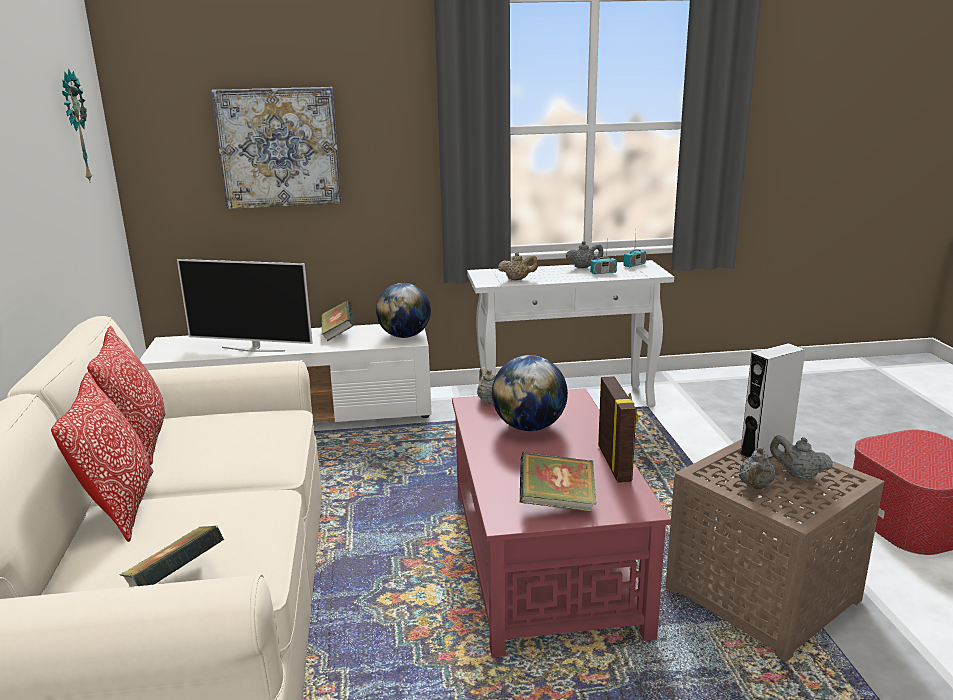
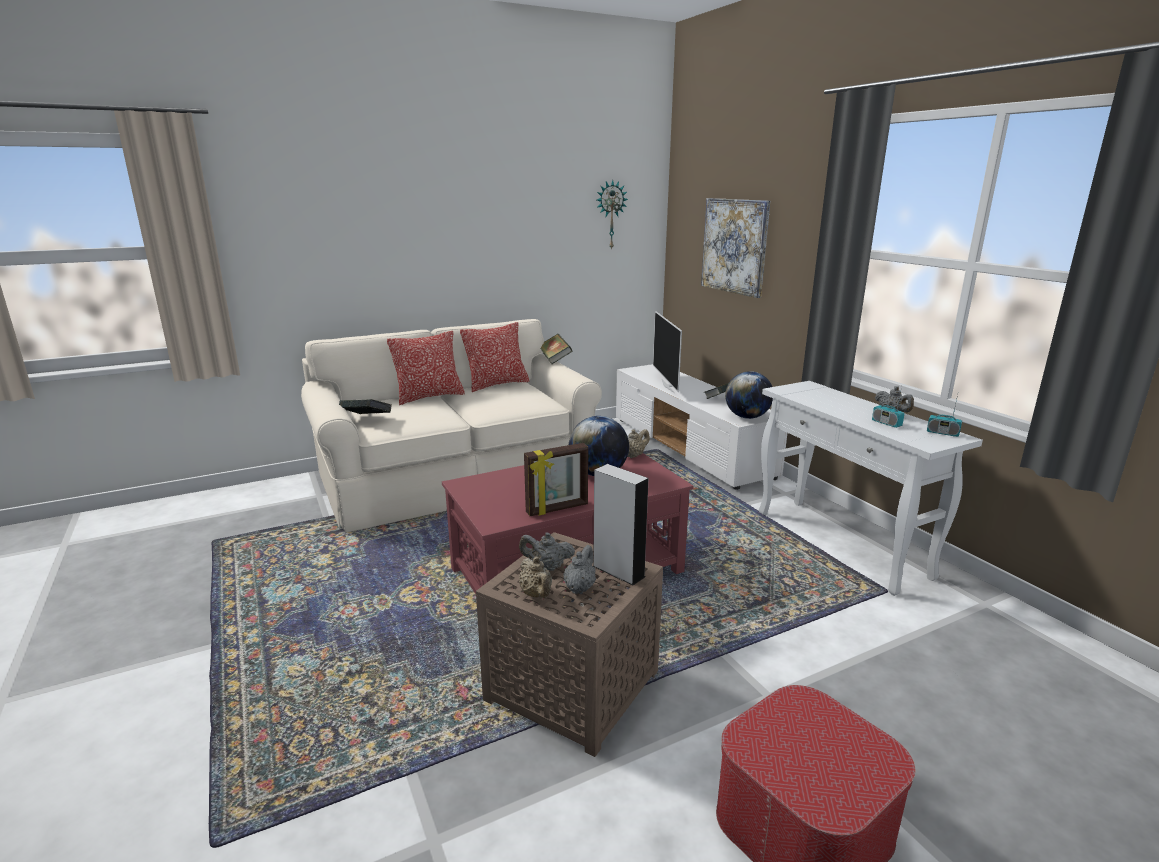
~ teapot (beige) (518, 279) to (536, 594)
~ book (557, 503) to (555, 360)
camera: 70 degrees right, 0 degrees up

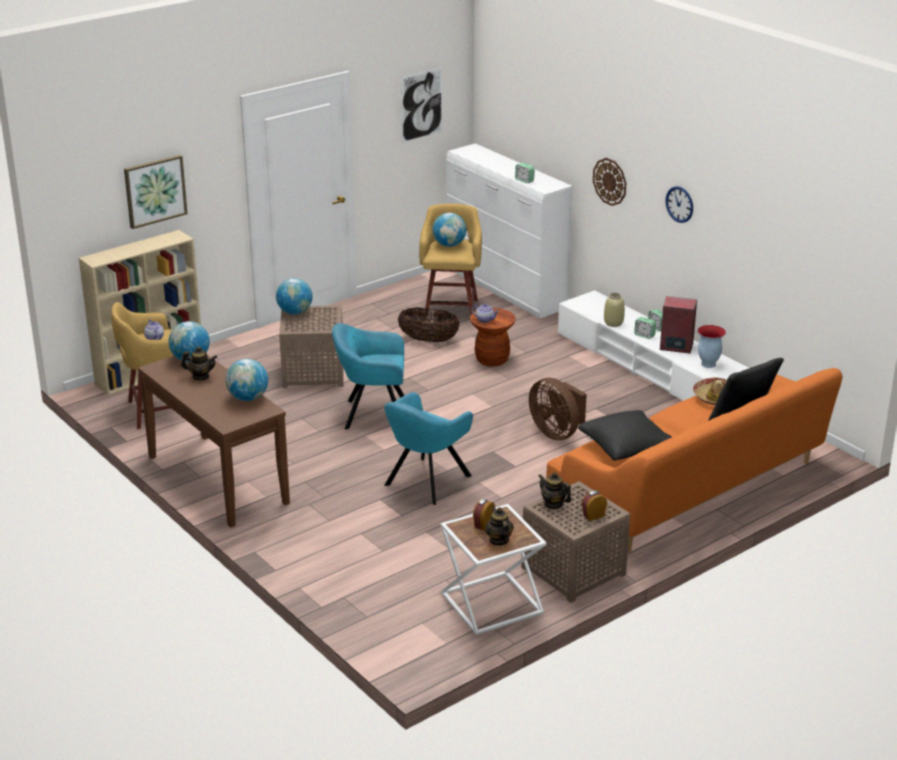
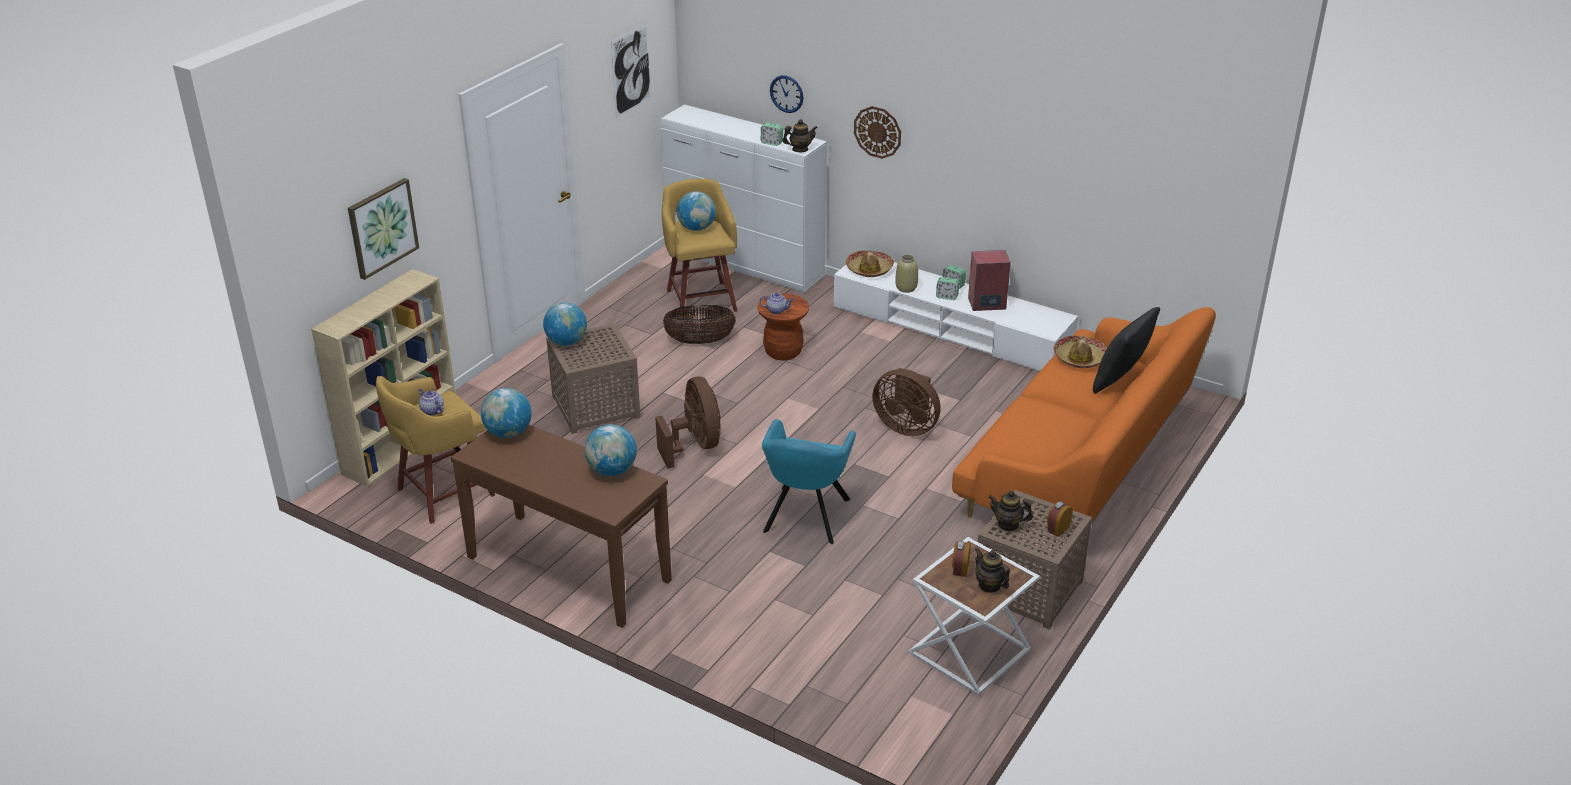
~ armchair (turquoise) (372, 414) to fan (brown) (695, 446)
~ wall clock (679, 204) to (786, 94)
~ teapot (200, 376) to (800, 149)
+ hat (869, 269)
- pillow (black) (626, 447)
- vase (708, 364)
camera: 20 degrees left, 5 degrees up

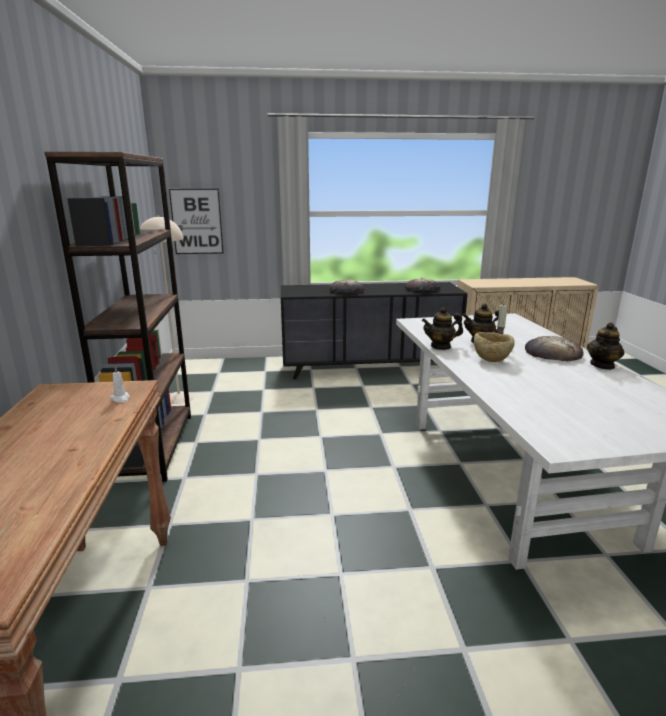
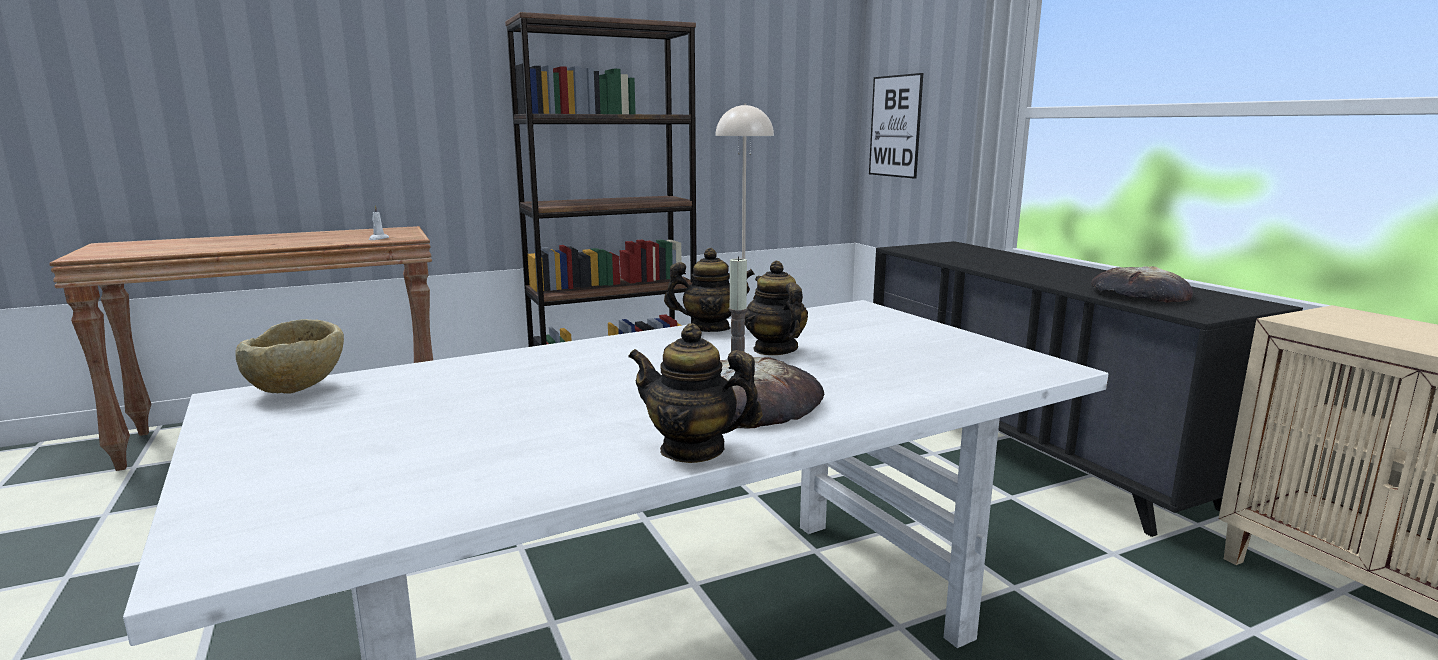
~ bowl (beige) (491, 359) to (298, 390)
~ teapot (441, 346) = (709, 328) 120 degrees clockwise
- bread (346, 291)
camera: 70 degrees right, 5 degrees down

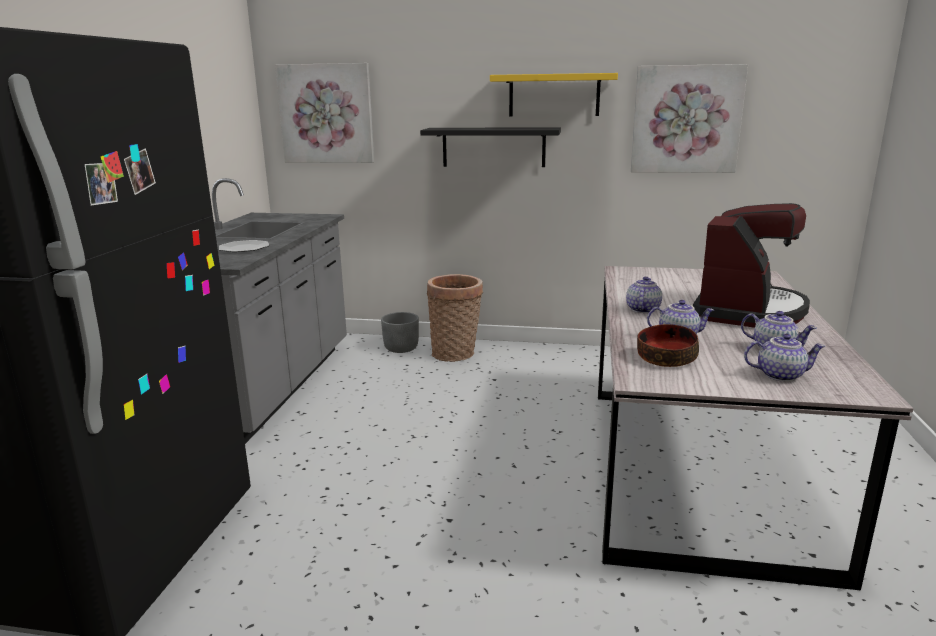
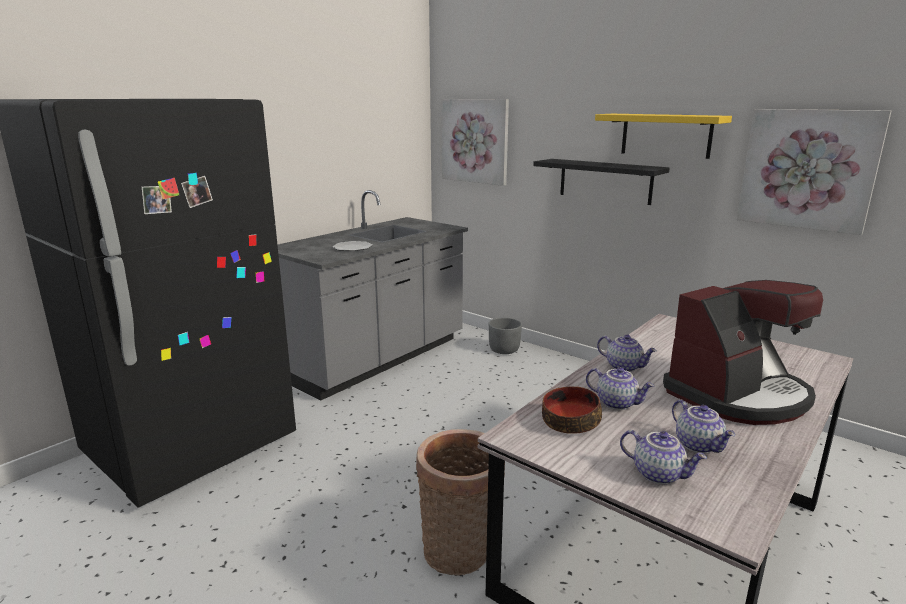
~ basket (456, 353) to (460, 553)
~ teapot (642, 309) = (624, 367) 75 degrees clockwise
camera: 30 degrees right, 0 degrees up

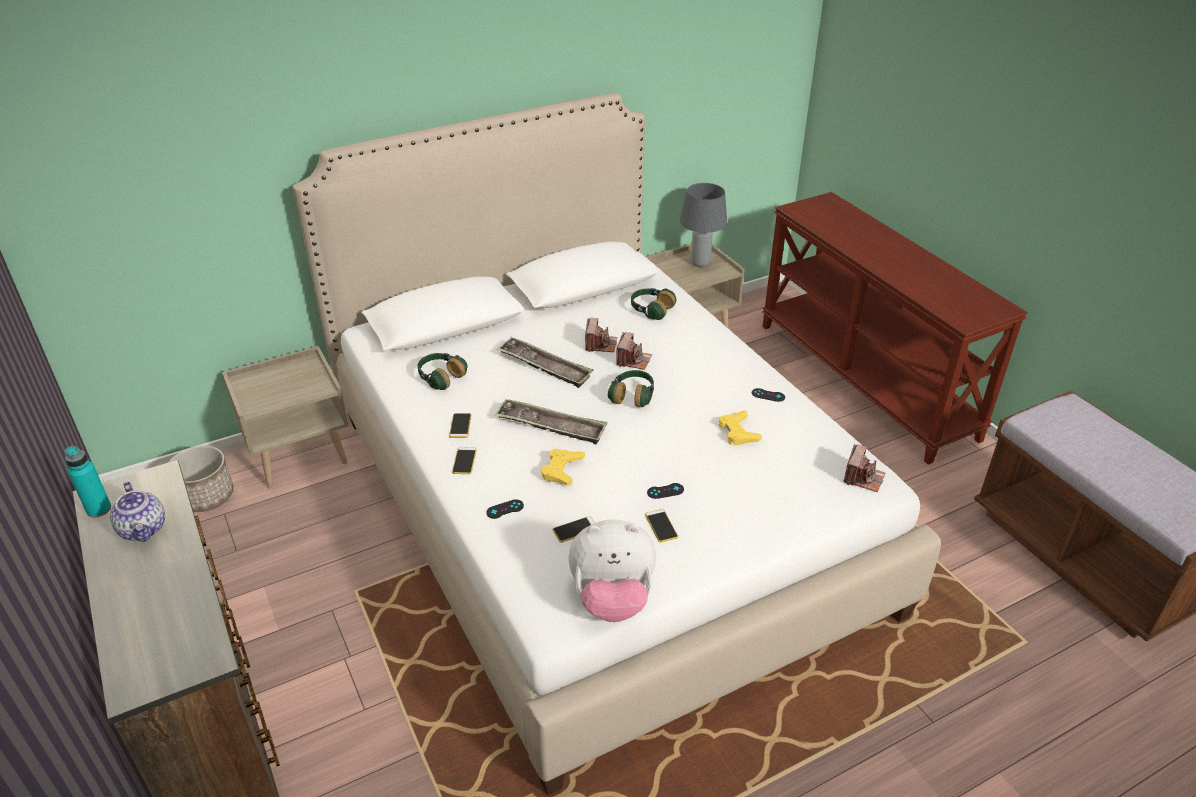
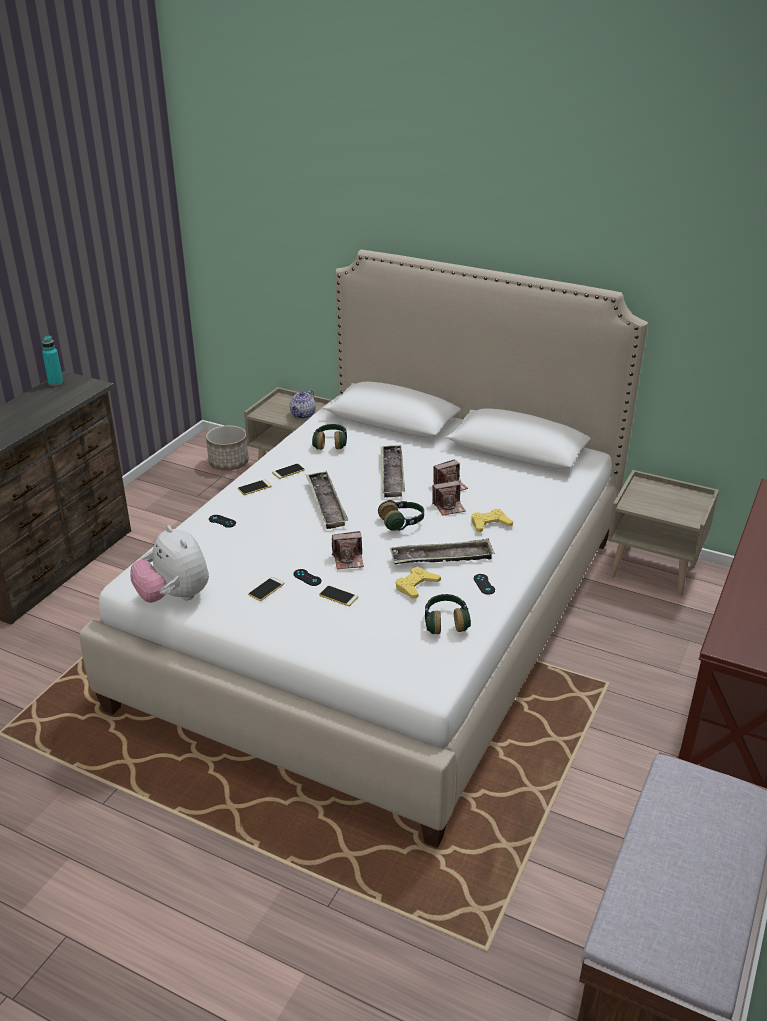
~ teapot (144, 529) to (303, 415)
~ phone (575, 530) to (338, 596)
~ photo camera (863, 478) to (348, 560)
+ tray (442, 558)
~ headphones (651, 310) to (445, 622)
~ game controller (yellow) (562, 470) to (490, 524)
- table lamp (grey) (699, 263)
camera: 55 degrees right, 5 degrees down

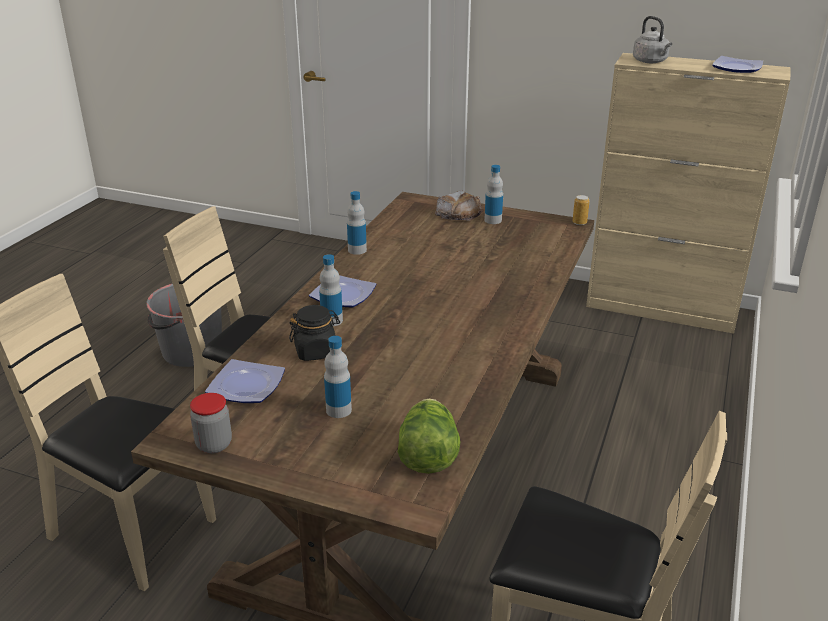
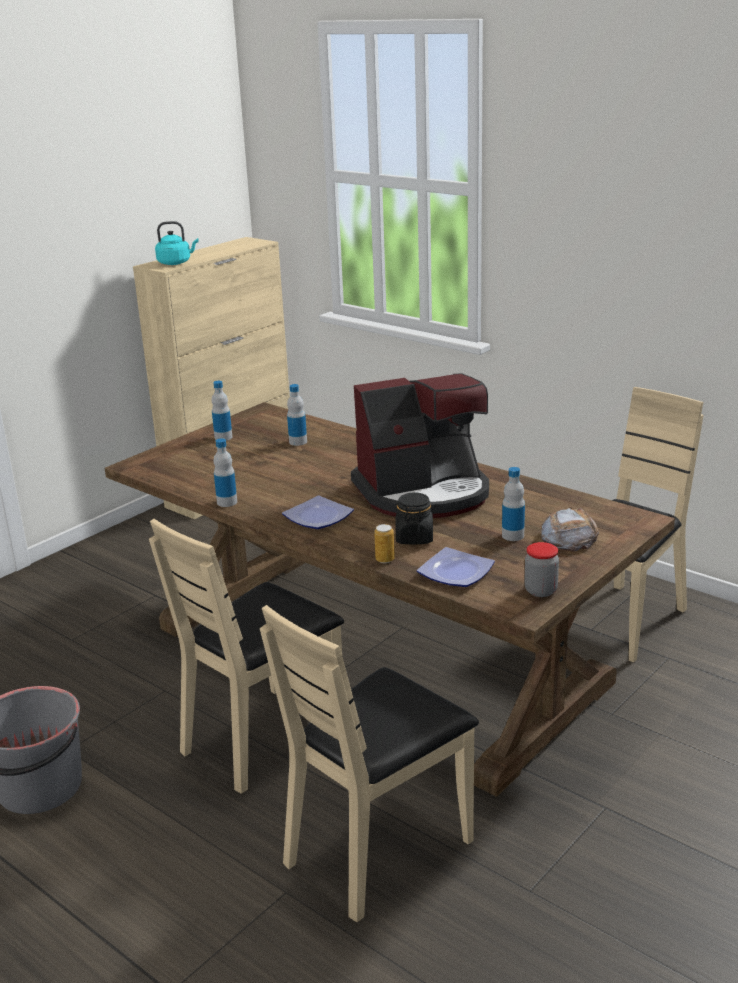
~ kettle (grey) (651, 61) to kettle (turquoise) (176, 263)
~ bottle (332, 320) to (298, 442)
+ coffee machine (424, 493)
~ can (579, 223) to (385, 559)
~ bread (458, 212) to (568, 537)
- lettuce (427, 455)
- plate (737, 68)
camera: 70 degrees left, 5 degrees down

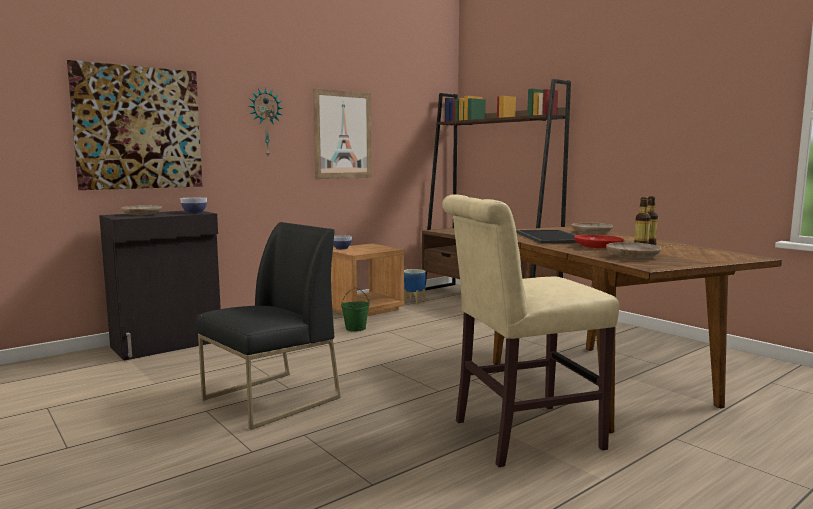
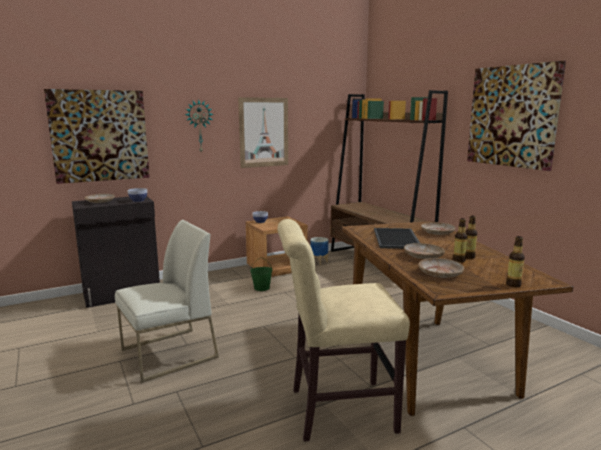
~ chair (black) (271, 399) to chair (white) (168, 354)
~ plate (red) (597, 247) to plate (beige) (423, 256)
+ picture (512, 116)
+ bottle (513, 285)
camera: 10 degrees right, 5 degrees up

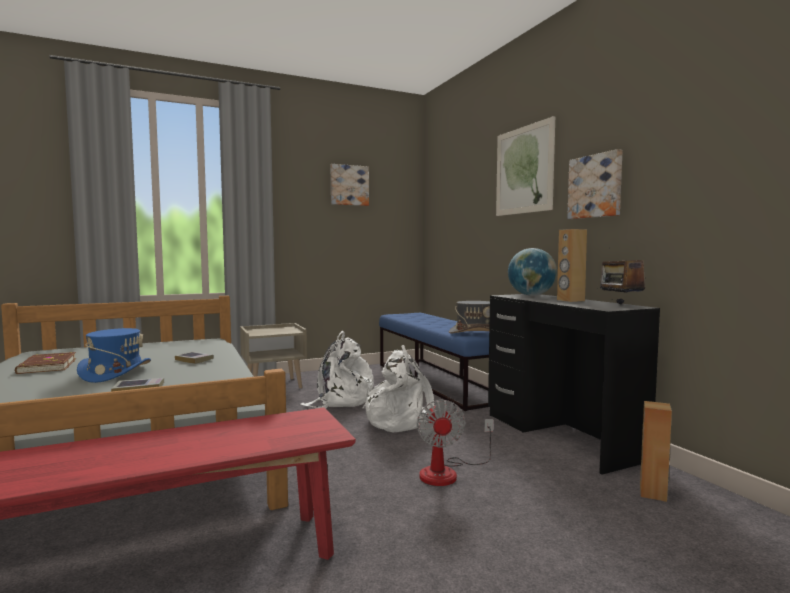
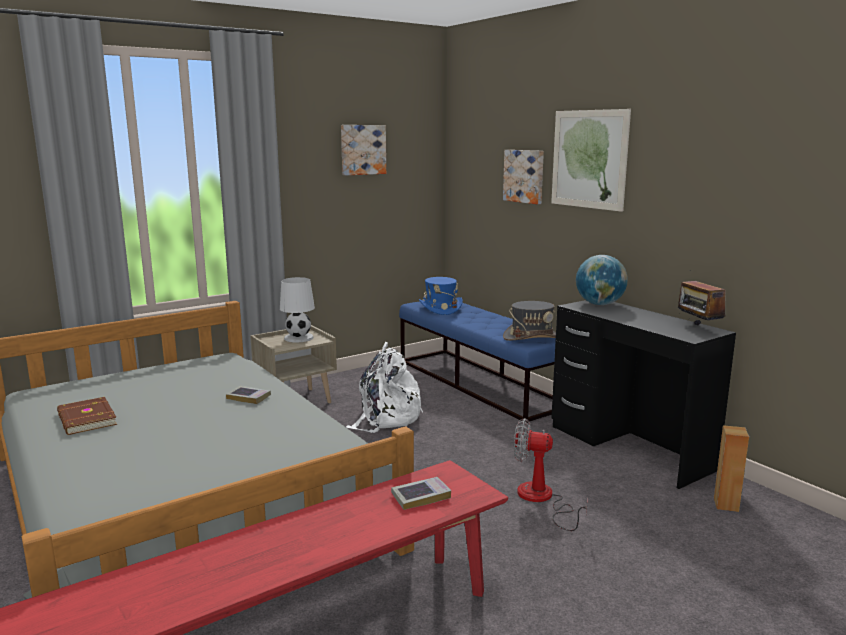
+ table lamp (white) (298, 338)
~ book (139, 389) to (421, 496)
~ hat (blue) (115, 373) to (440, 308)
~ picture (596, 186) to (524, 176)
~ fan (448, 472) = (542, 499) 120 degrees clockwise
- backpack (white) (401, 420)
- speaker (brown) (570, 300)
camera: 10 degrees left, 10 degrees up

